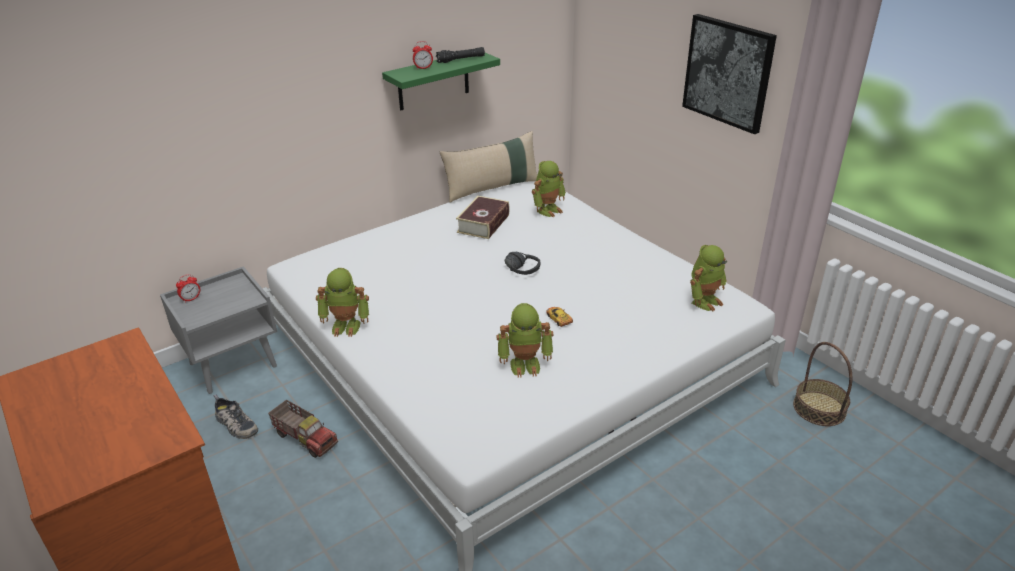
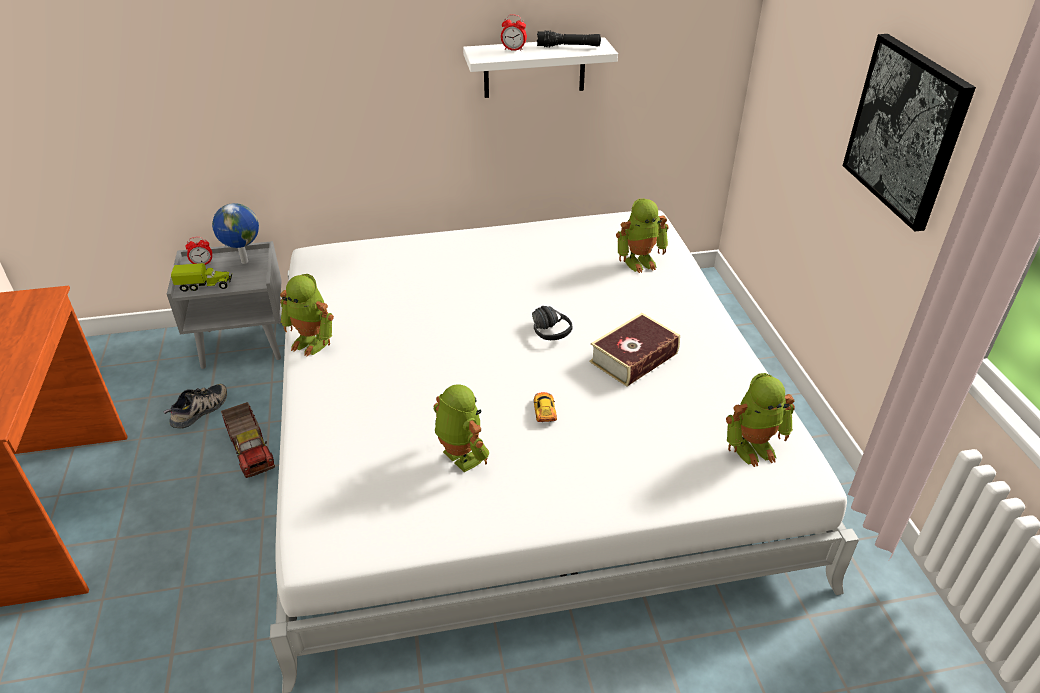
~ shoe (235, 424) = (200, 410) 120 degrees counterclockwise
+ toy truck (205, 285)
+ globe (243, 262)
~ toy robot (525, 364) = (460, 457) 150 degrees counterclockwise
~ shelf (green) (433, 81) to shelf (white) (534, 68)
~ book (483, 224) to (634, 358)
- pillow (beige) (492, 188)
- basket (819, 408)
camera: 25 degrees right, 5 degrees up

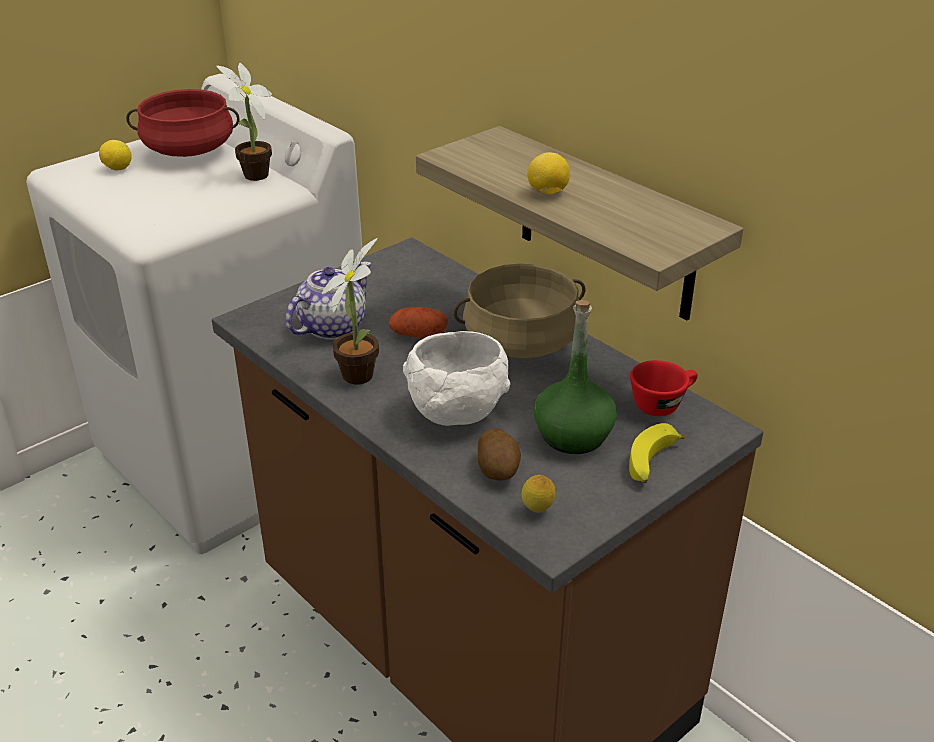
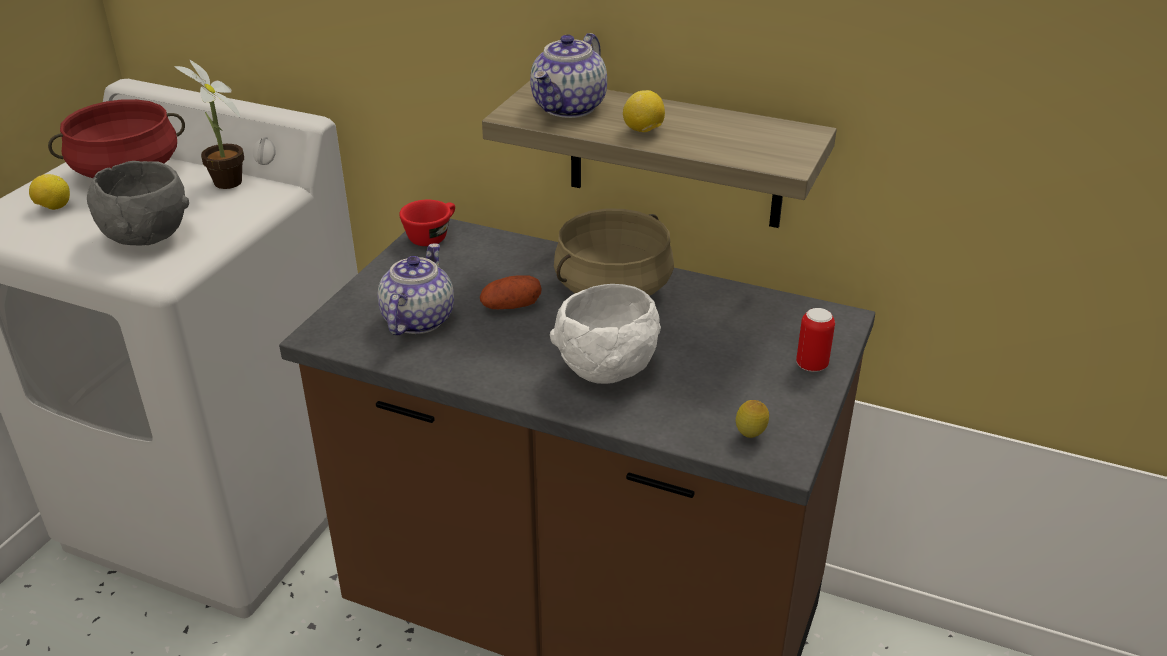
+ bowl (grey) (147, 238)
~ cup (red) (662, 403) to (432, 236)
+ teapot (569, 108)
~ banana (652, 464) to can (811, 365)
- potted plant (359, 372)
- potato (498, 470)
- bottle (green) (573, 435)
camera: 25 degrees left, 0 degrees up

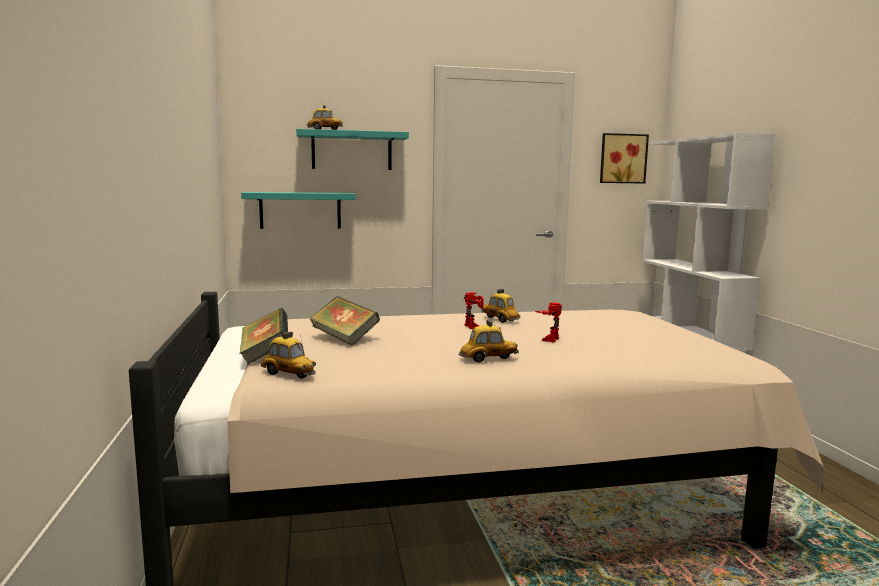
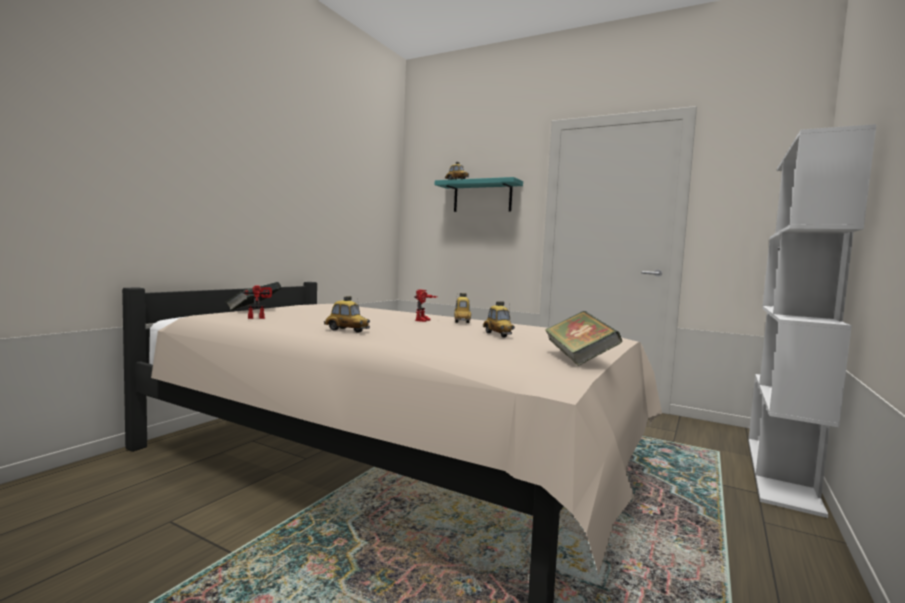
~ toy robot (548, 339) to (257, 317)
~ toy car (289, 374) to (498, 335)
~ book (344, 338) to (579, 358)
- shelf (turquoise) (300, 210)
- picture (622, 158)
camera: 40 degrees right, 5 degrees down

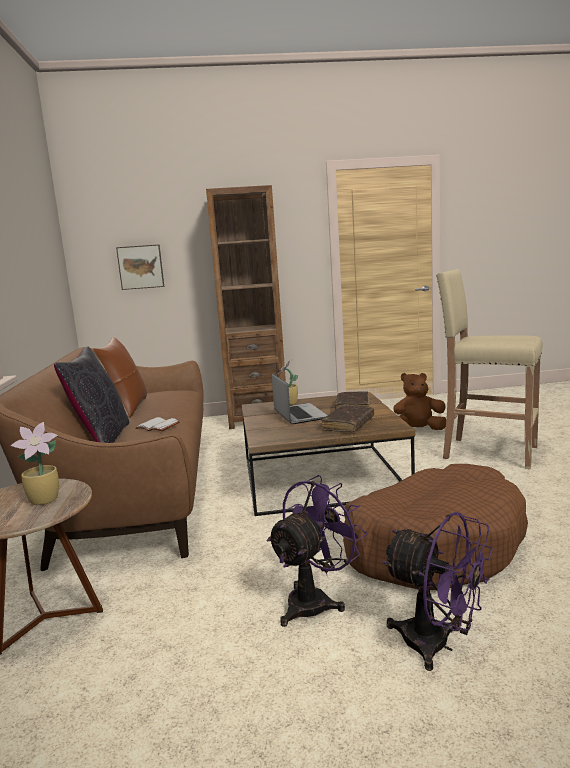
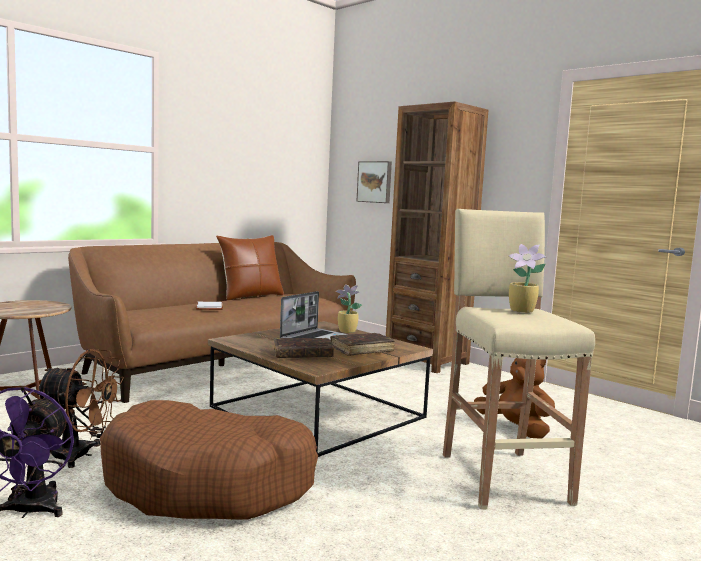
~ fan (purple) (315, 600) to fan (brown) (80, 455)
~ potted plant (45, 500) to (523, 311)
- pillow (black) (102, 439)
camera: 50 degrees right, 5 degrees down

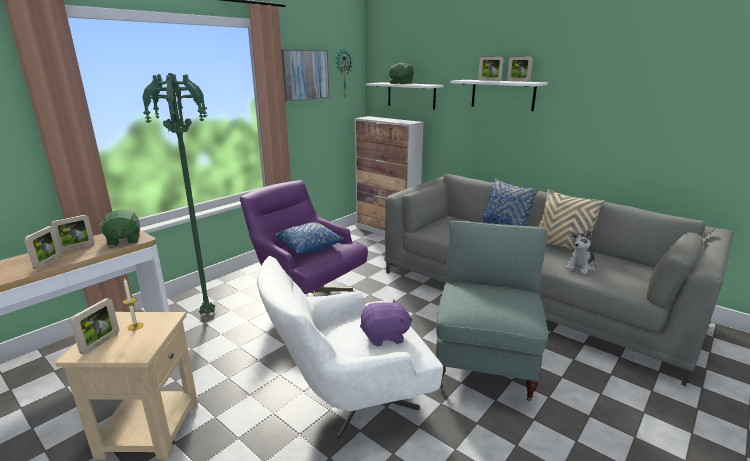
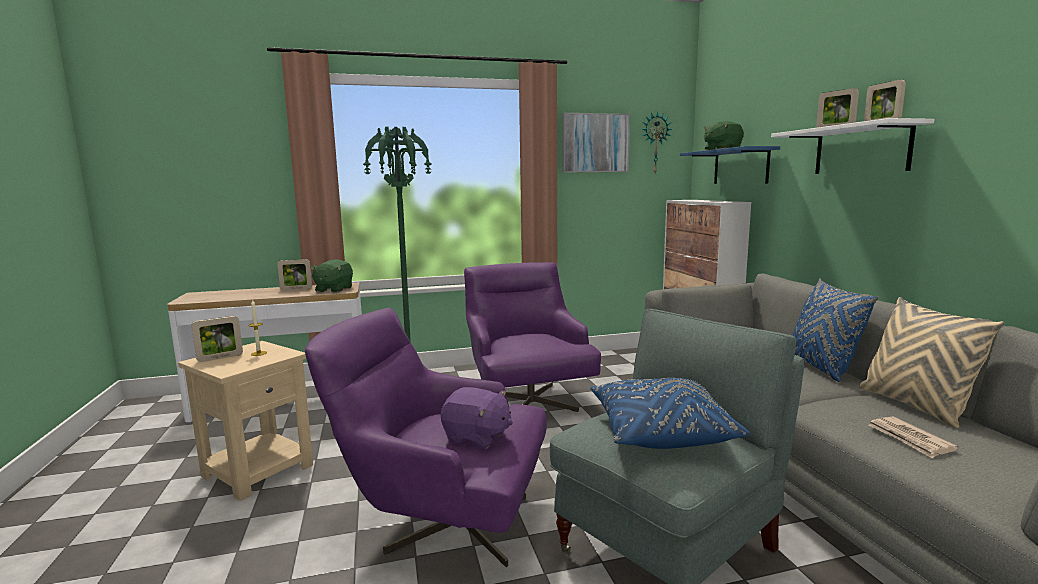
~ armchair (white) (350, 401) to armchair (purple) (441, 521)
~ pillow (blue) (308, 246) to (659, 431)
~ shelf (white) (411, 95) to shelf (blue) (740, 166)
~ plush toy (580, 267) to newspaper (910, 439)
- picture frame (48, 262)
camera: 35 degrees right, 10 degrees down

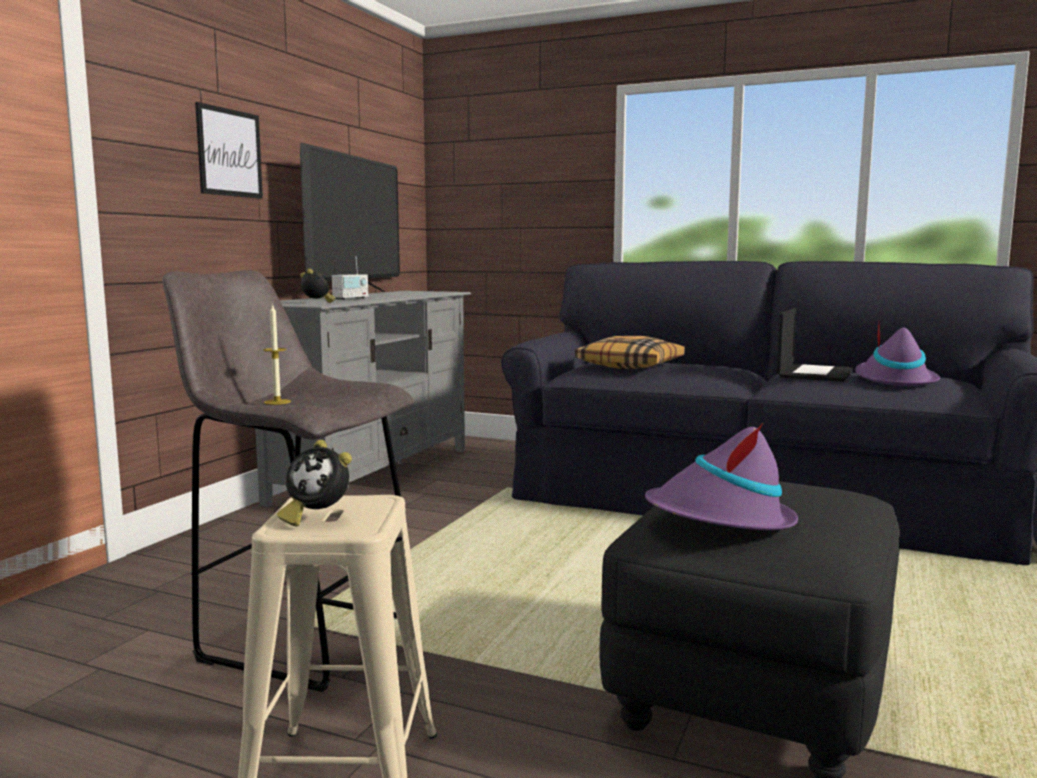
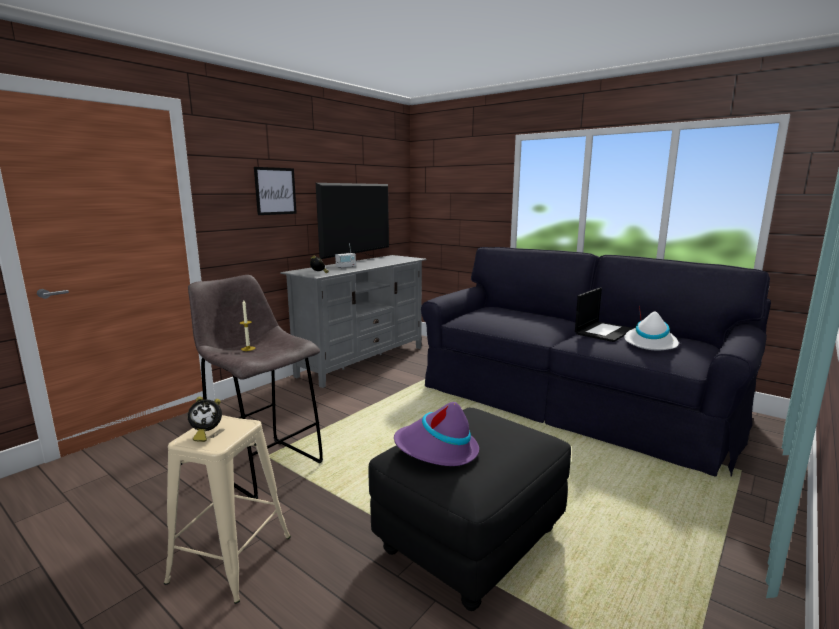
~ alarm clock (316, 517) = (205, 434) 60 degrees counterclockwise
~ hat (purple) (894, 380) to hat (white) (650, 343)
- pillow (630, 366)
camera: 15 degrees right, 5 degrees up

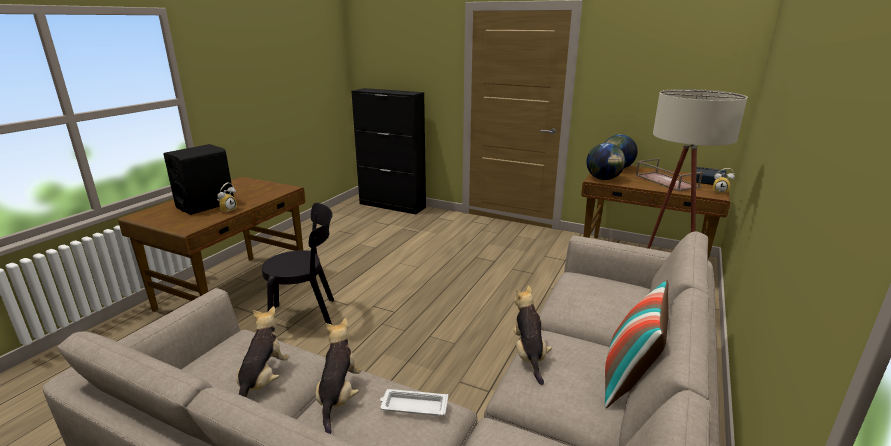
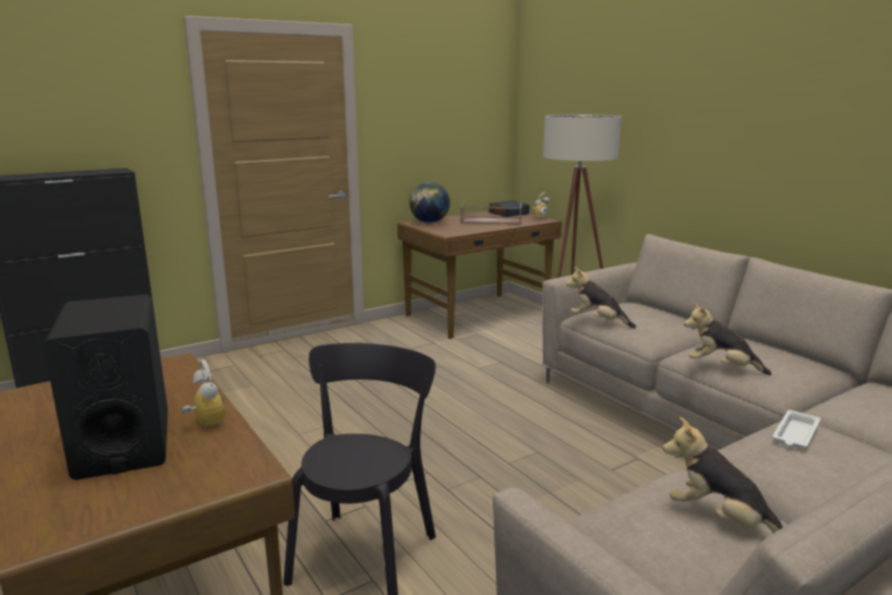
~ plush toy (339, 397) to (598, 321)
- globe (603, 179)
- pillow (629, 380)
camera: 60 degrees left, 5 degrees down

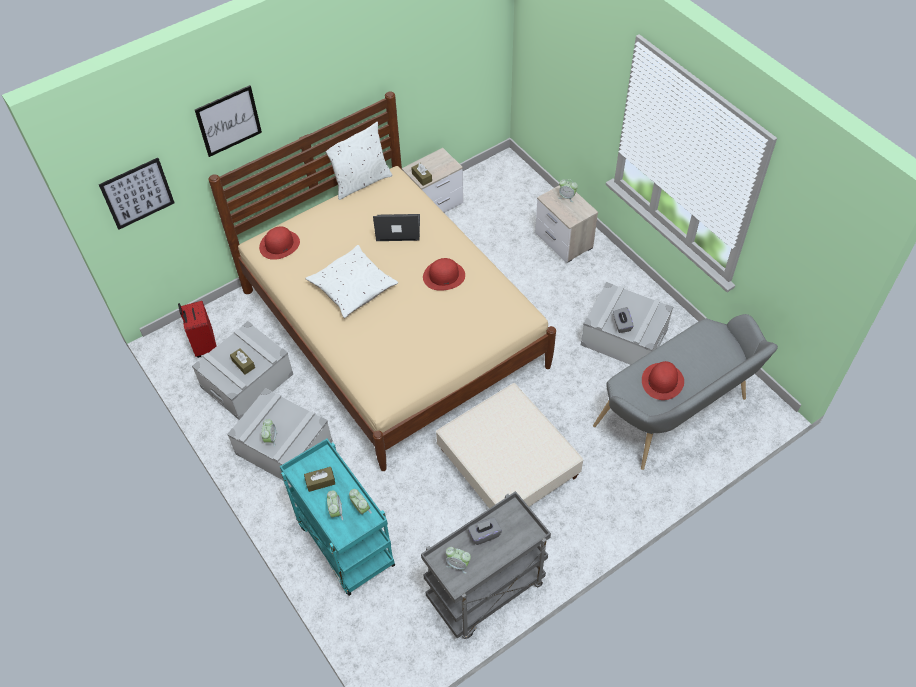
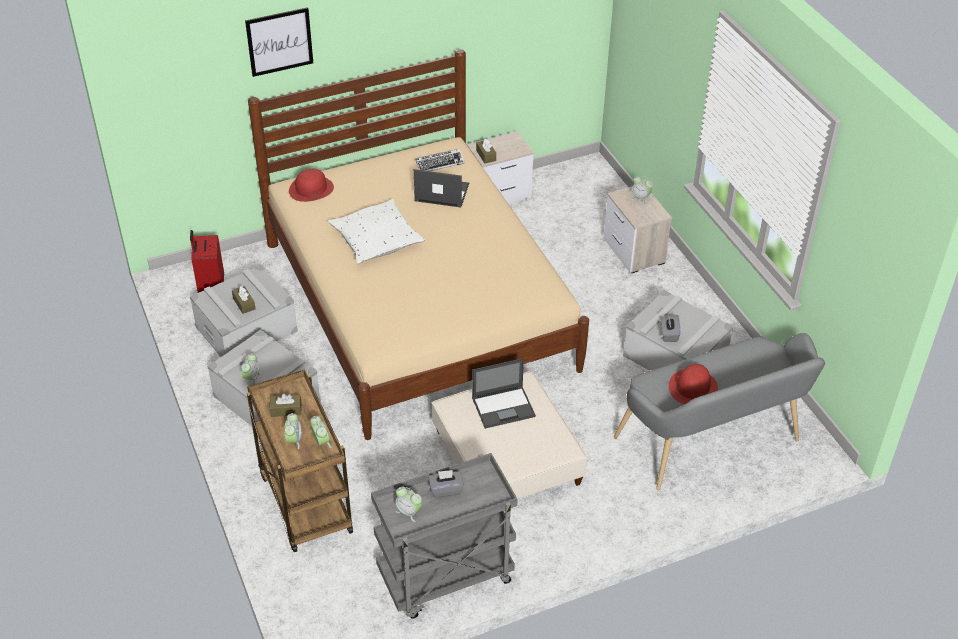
~ cart (turquoise) (344, 544) to cart (brown) (304, 502)
+ keyboard (440, 163)
+ laptop (504, 407)
- picture (137, 193)
- pillow (white) (360, 182)
- hat (red) (444, 276)
camera: 10 degrees right, 10 degrees down

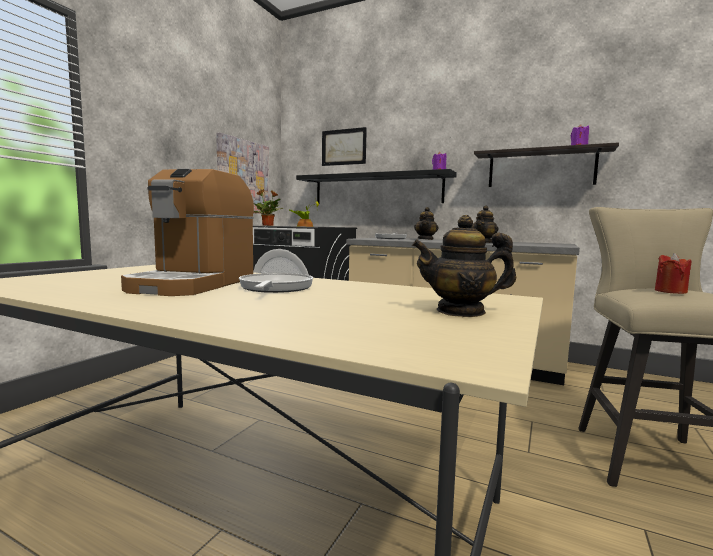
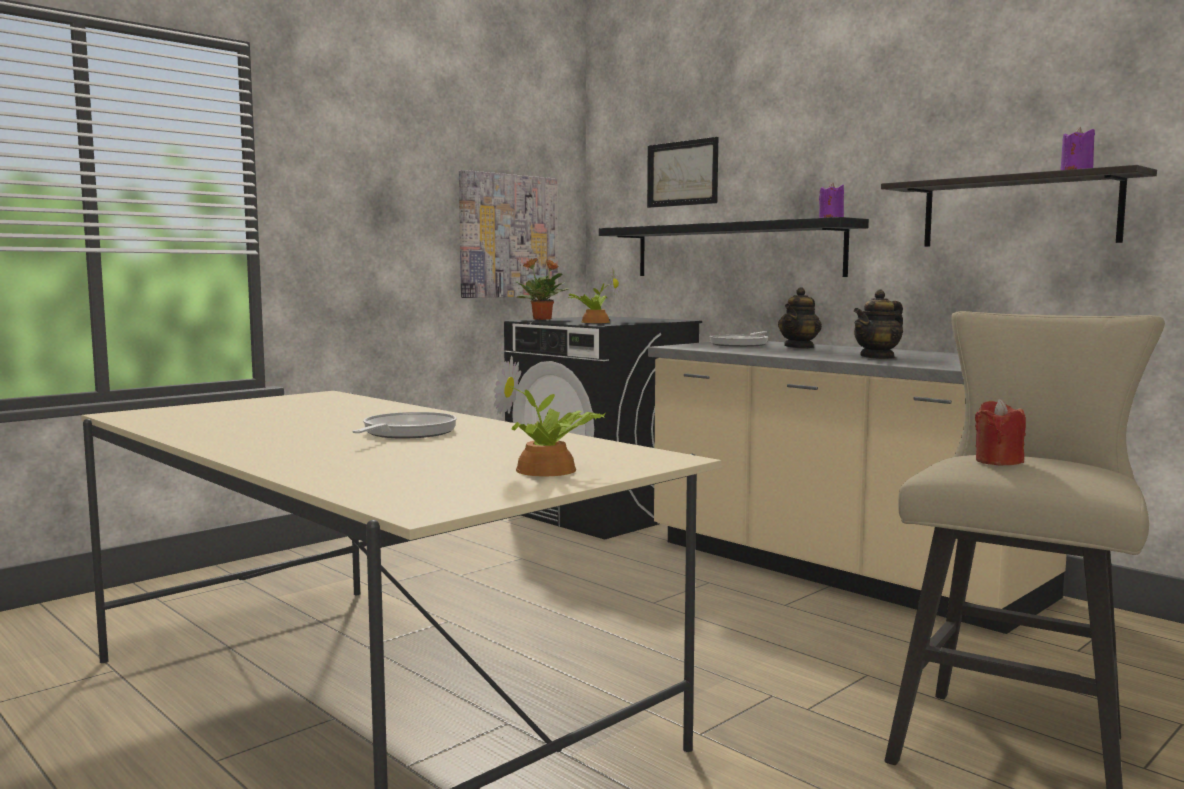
~ teapot (461, 311) to potted plant (548, 470)
- coffee machine (194, 284)
camera: 20 degrees right, 0 degrees up

